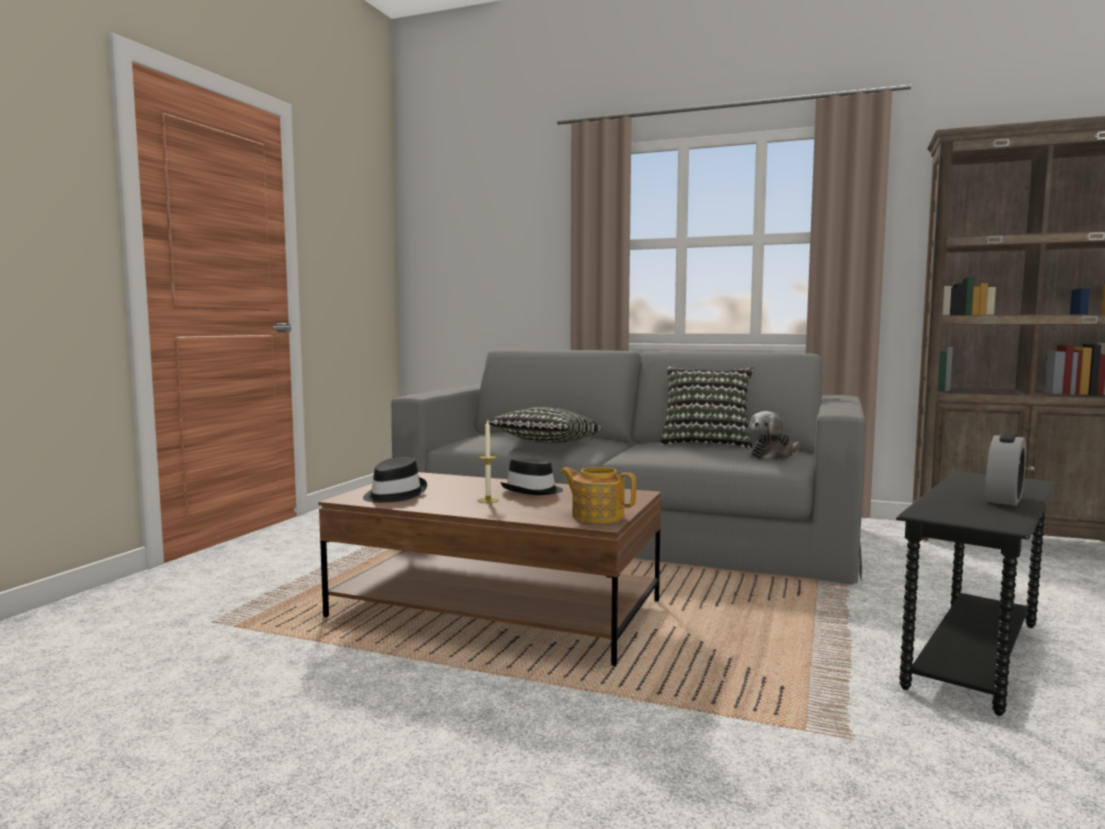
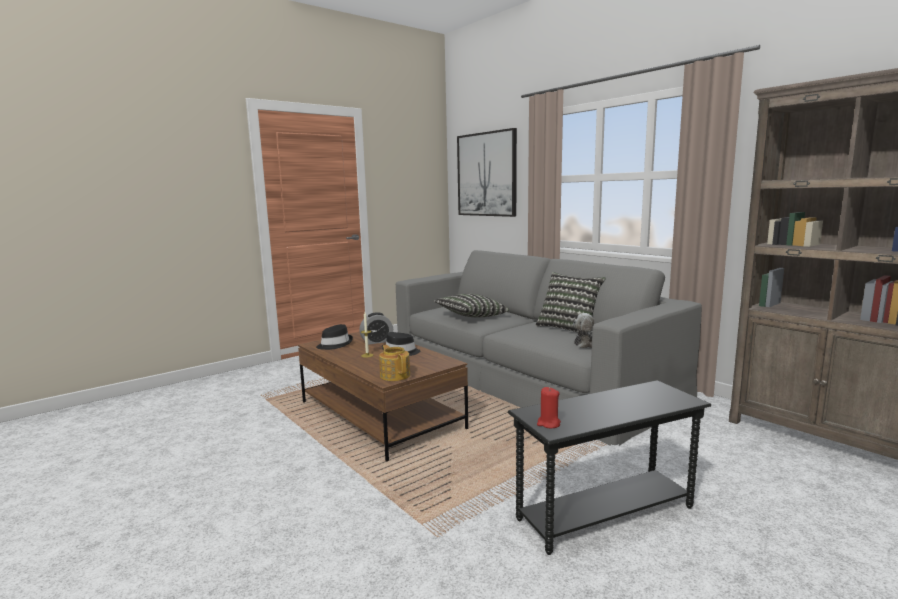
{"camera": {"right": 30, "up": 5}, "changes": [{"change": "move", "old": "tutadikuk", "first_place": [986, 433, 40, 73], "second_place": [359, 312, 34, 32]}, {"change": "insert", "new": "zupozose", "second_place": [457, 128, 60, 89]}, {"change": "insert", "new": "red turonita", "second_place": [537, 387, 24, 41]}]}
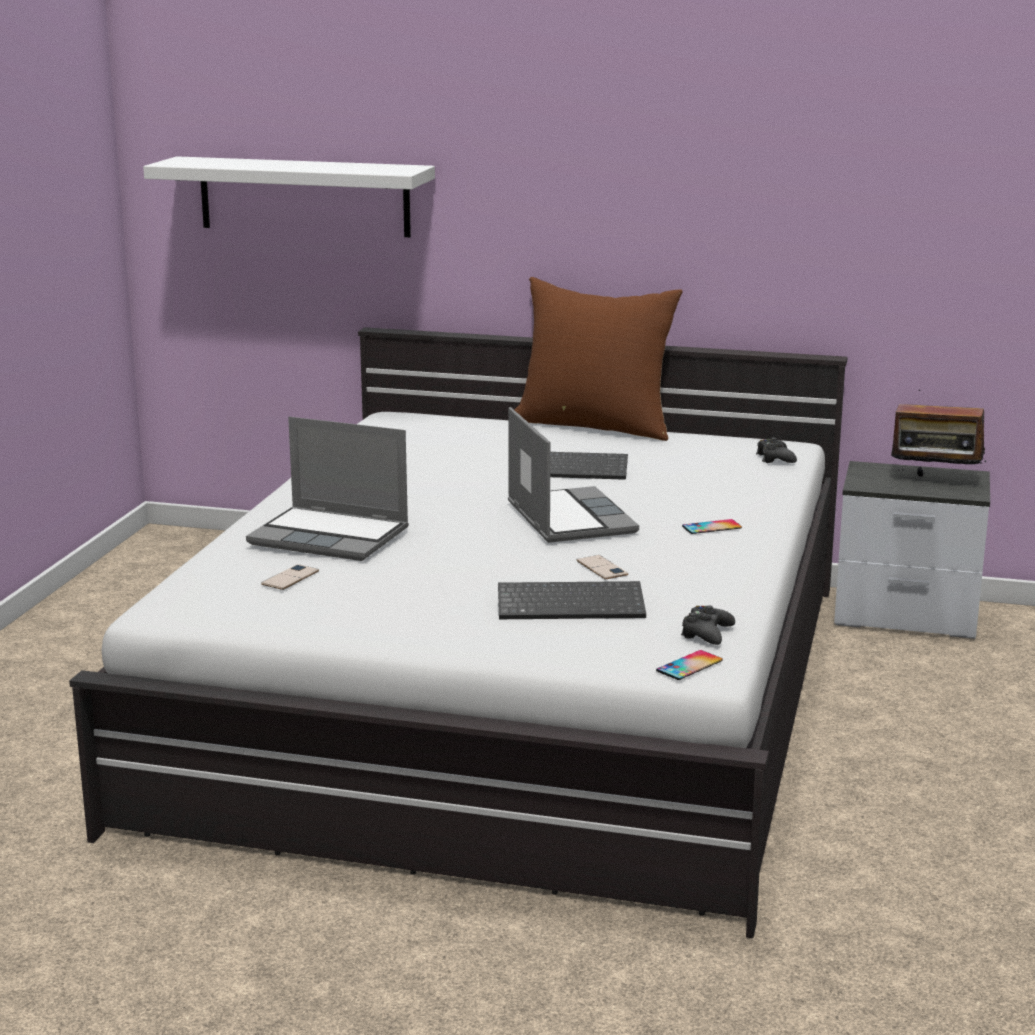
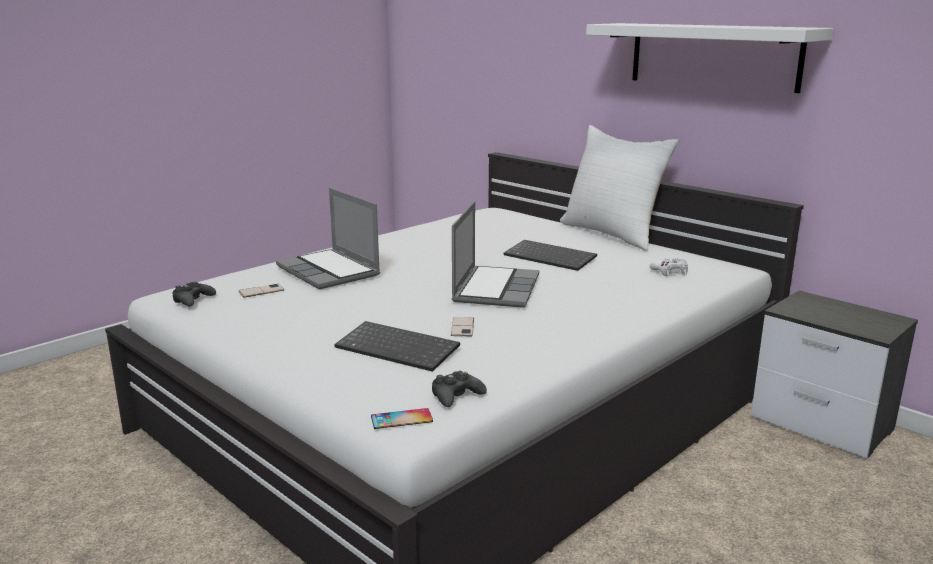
{"camera": {"right": 30, "up": 0}, "changes": [{"change": "move", "old": "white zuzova", "first_place": [143, 156, 292, 81], "second_place": [586, 23, 247, 70]}, {"change": "recolor", "old": "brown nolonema", "new": "white nolonema", "first_place": [515, 277, 168, 164], "second_place": [560, 125, 119, 126]}, {"change": "delete", "old": "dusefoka", "first_place": [682, 519, 60, 15]}, {"change": "move", "old": "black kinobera", "first_place": [756, 437, 41, 26], "second_place": [172, 282, 44, 25]}, {"change": "delete", "old": "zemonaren", "first_place": [890, 390, 96, 87]}, {"change": "insert", "new": "white kinobera", "second_place": [650, 258, 38, 18]}]}
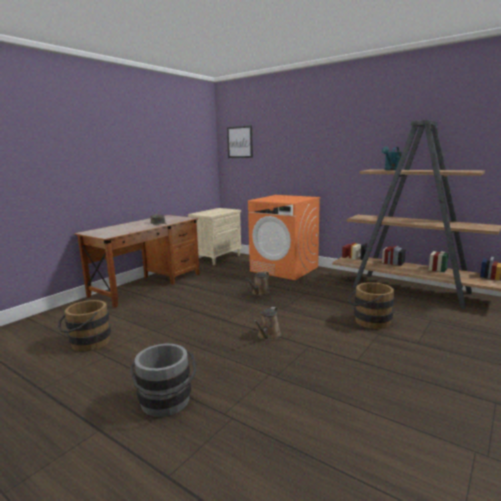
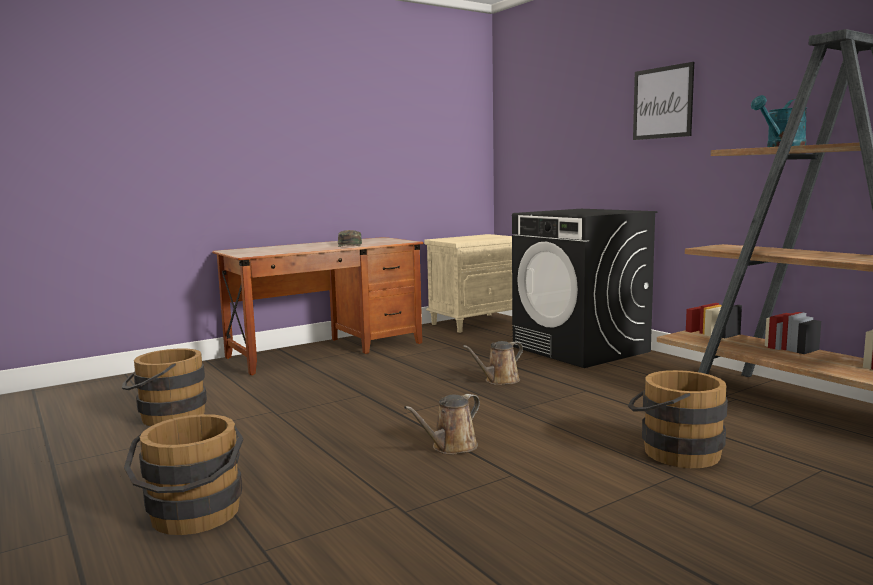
{"camera": {"right": 20, "up": -5}, "changes": [{"change": "recolor", "old": "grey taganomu", "new": "brown taganomu", "first_place": [130, 344, 67, 73], "second_place": [124, 414, 119, 121]}, {"change": "move", "old": "zupozose", "first_place": [227, 125, 26, 33], "second_place": [633, 62, 61, 78]}, {"change": "recolor", "old": "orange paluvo", "new": "black paluvo", "first_place": [248, 195, 72, 85], "second_place": [512, 209, 145, 159]}]}
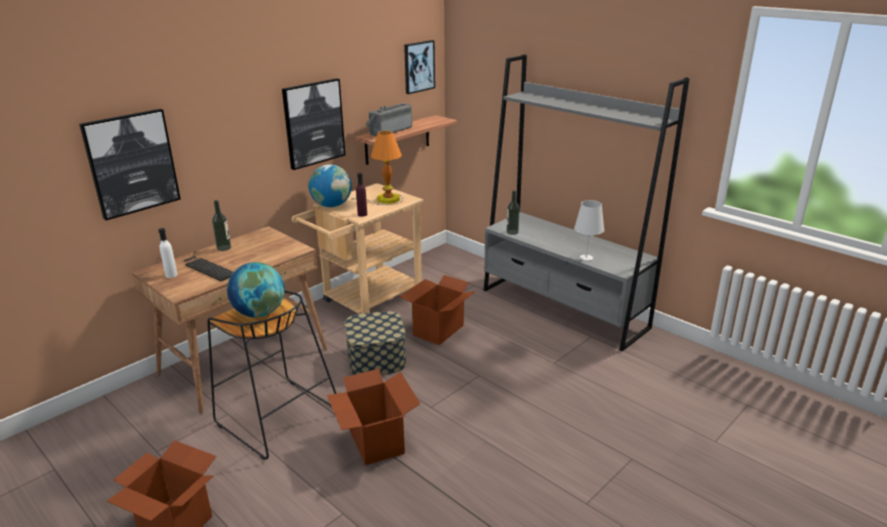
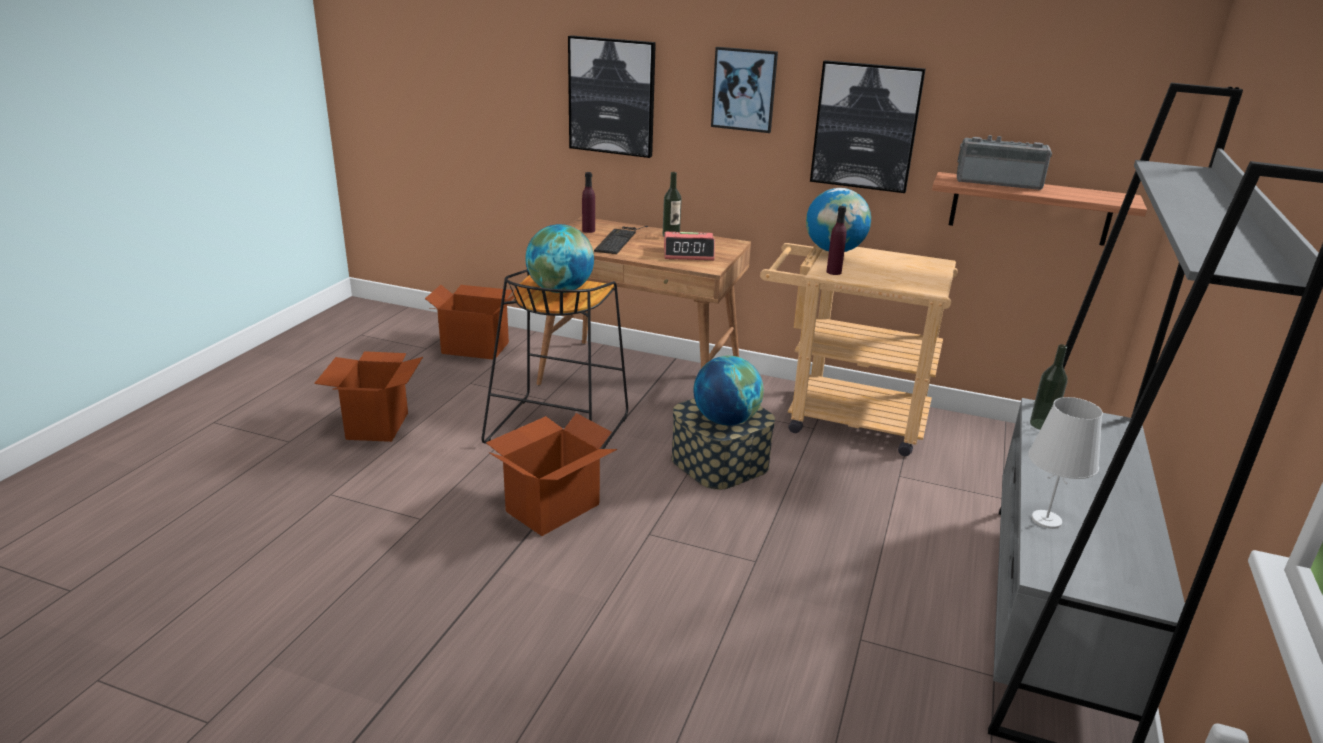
{"camera": {"right": 65, "up": 0}, "changes": [{"change": "recolor", "old": "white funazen", "new": "purple funazen", "first_place": [159, 228, 19, 50], "second_place": [582, 172, 13, 61]}, {"change": "delete", "old": "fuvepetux", "first_place": [352, 130, 51, 75]}, {"change": "move", "old": "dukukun", "first_place": [399, 275, 77, 70], "second_place": [425, 285, 89, 75]}, {"change": "move", "old": "zupozose", "first_place": [404, 40, 31, 54], "second_place": [711, 47, 67, 86]}, {"change": "insert", "new": "tutadikuk", "second_place": [664, 232, 51, 28]}, {"change": "insert", "new": "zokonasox", "second_place": [693, 356, 71, 70]}]}
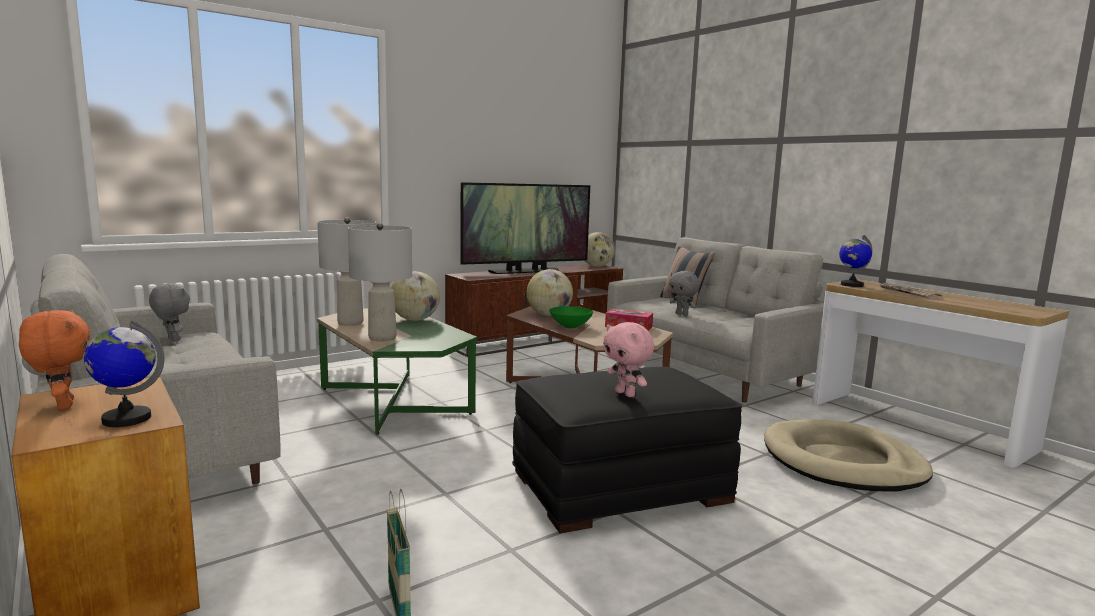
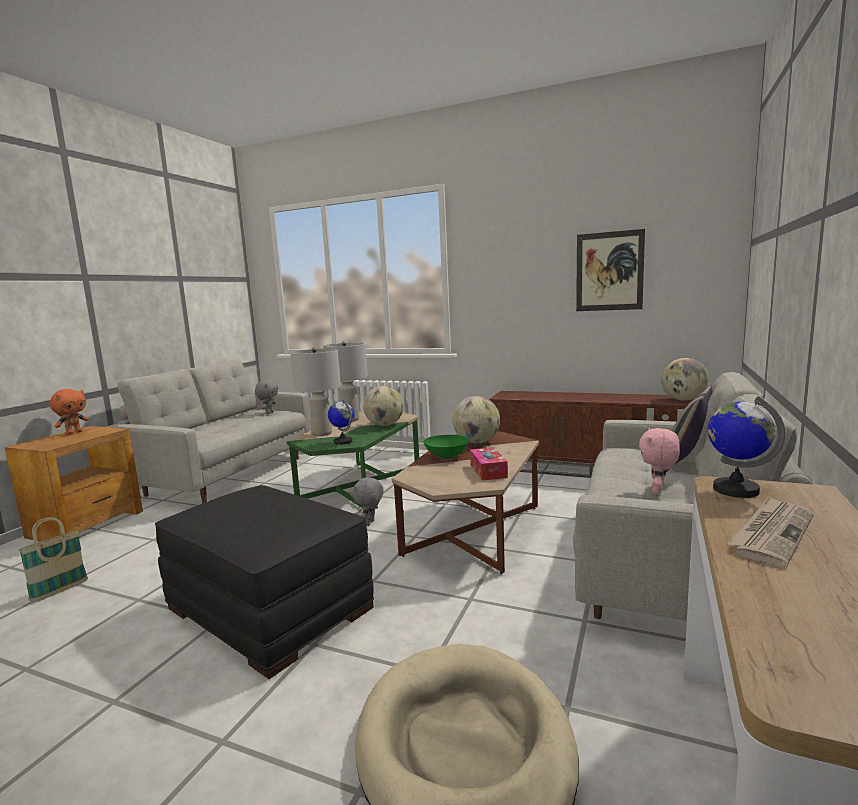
{"camera": {"right": 60, "up": 0}, "changes": [{"change": "move", "old": "zokonasox", "first_place": [84, 320, 80, 107], "second_place": [328, 399, 26, 46]}, {"change": "delete", "old": "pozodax", "first_place": [460, 182, 130, 92]}, {"change": "move", "old": "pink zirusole", "first_place": [603, 322, 51, 75], "second_place": [639, 428, 41, 66]}, {"change": "move", "old": "grey zirusole", "first_place": [669, 271, 31, 45], "second_place": [352, 476, 32, 50]}, {"change": "insert", "new": "zupozose", "second_place": [576, 229, 69, 82]}]}
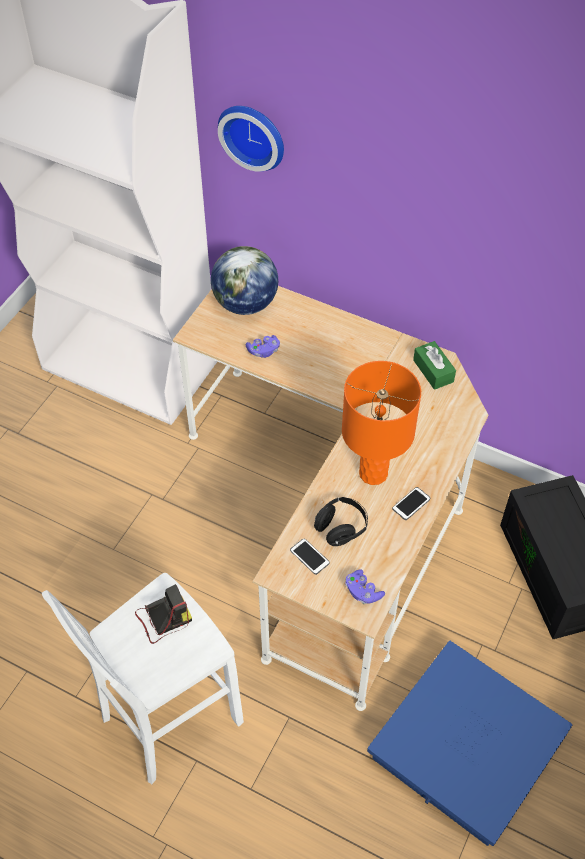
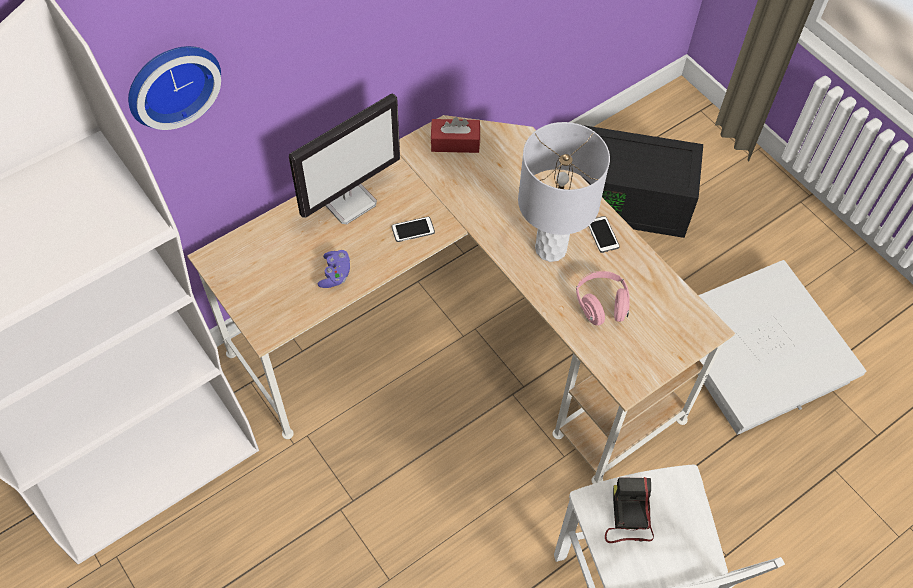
{"camera": {"right": -65, "up": 5}, "changes": [{"change": "delete", "old": "zokonasox", "first_place": [211, 246, 67, 69]}, {"change": "move", "old": "dusefoka", "first_place": [290, 539, 40, 36], "second_place": [392, 217, 43, 25]}, {"change": "recolor", "old": "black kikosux", "new": "pink kikosux", "first_place": [314, 497, 54, 49], "second_place": [576, 271, 53, 55]}, {"change": "recolor", "old": "orange fuvepetux", "new": "grey fuvepetux", "first_place": [342, 361, 79, 124], "second_place": [518, 122, 92, 140]}, {"change": "delete", "old": "purple kinobera", "first_place": [345, 569, 40, 35]}, {"change": "recolor", "old": "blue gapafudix", "new": "white gapafudix", "first_place": [367, 641, 206, 205], "second_place": [698, 260, 168, 175]}, {"change": "recolor", "old": "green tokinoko", "new": "red tokinoko", "first_place": [413, 341, 43, 49], "second_place": [431, 117, 49, 36]}, {"change": "insert", "new": "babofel", "second_place": [289, 94, 111, 130]}]}
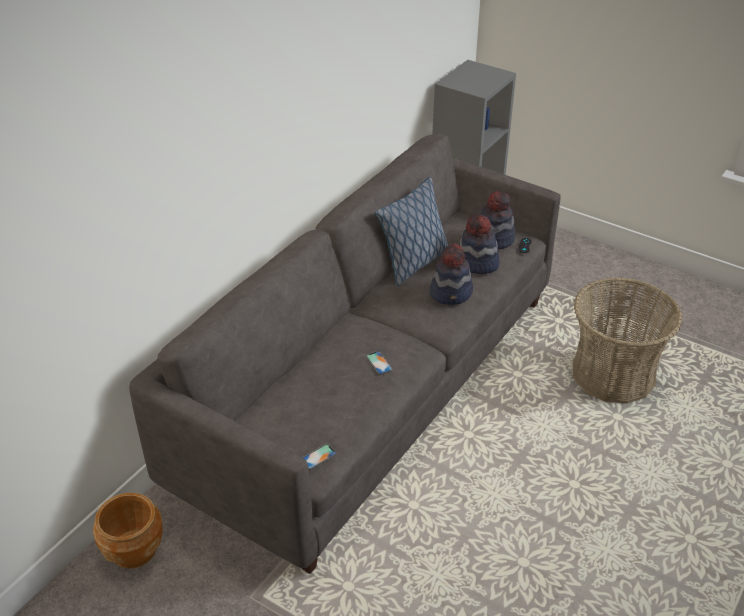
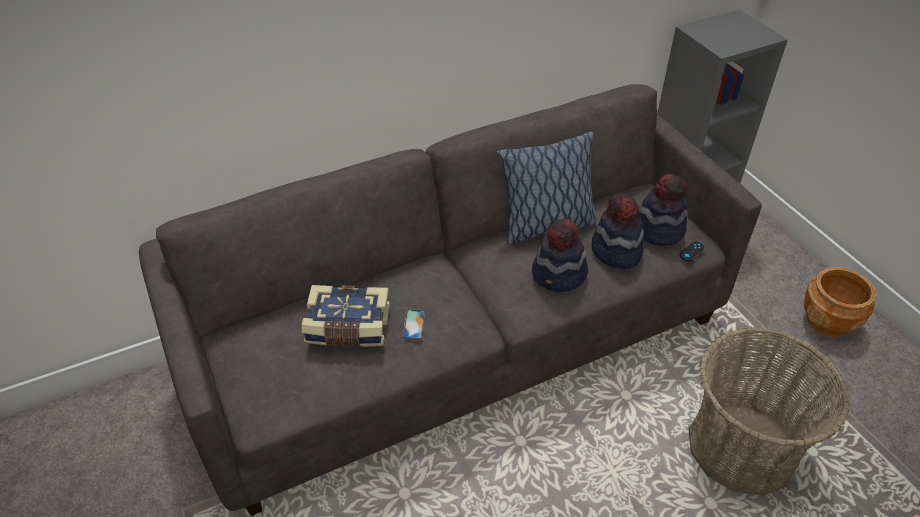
{"camera": {"right": 30, "up": 5}, "changes": [{"change": "move", "old": "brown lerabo", "first_place": [93, 492, 69, 77], "second_place": [804, 267, 72, 70]}, {"change": "delete", "old": "dusefoka", "first_place": [302, 444, 35, 26]}, {"change": "insert", "new": "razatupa", "second_place": [302, 285, 88, 62]}]}
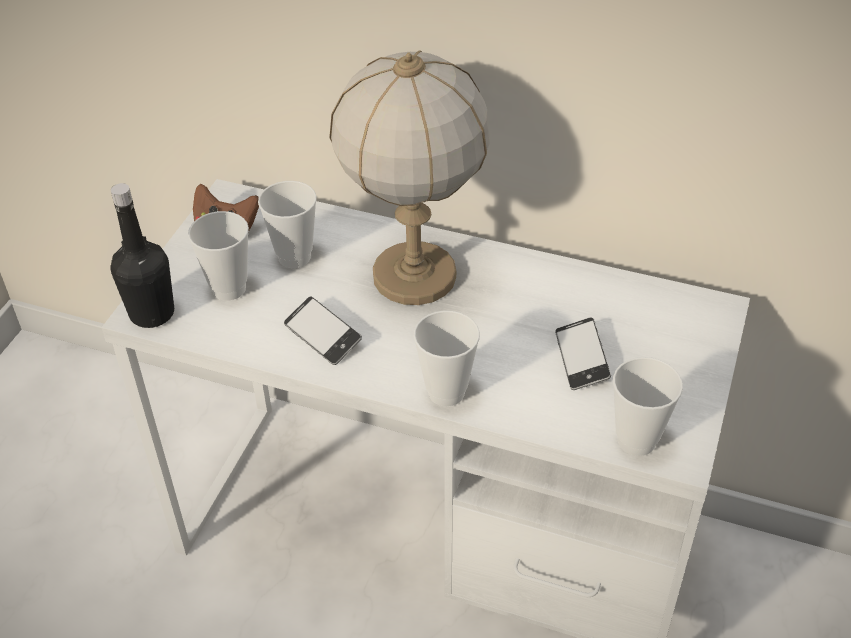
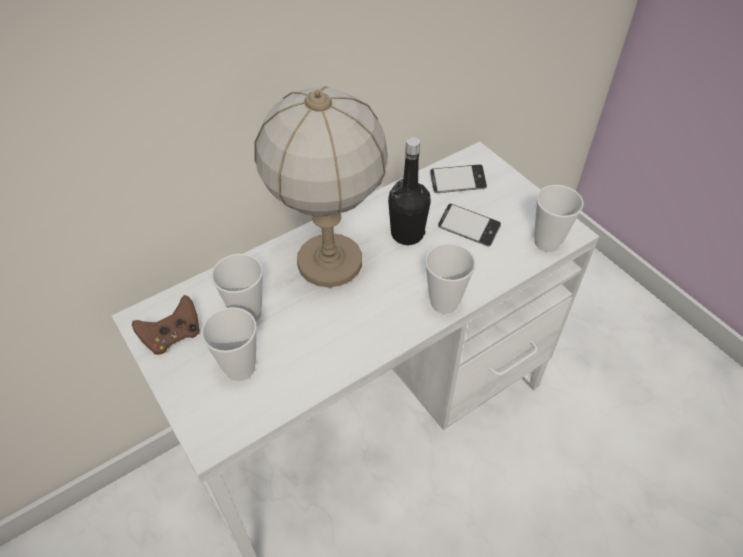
{"camera": {"right": -55, "up": 5}, "changes": [{"change": "move", "old": "black funazen", "first_place": [110, 183, 64, 145], "second_place": [388, 137, 43, 108]}, {"change": "move", "old": "dusefoka", "first_place": [284, 296, 78, 69], "second_place": [430, 164, 57, 29]}]}
